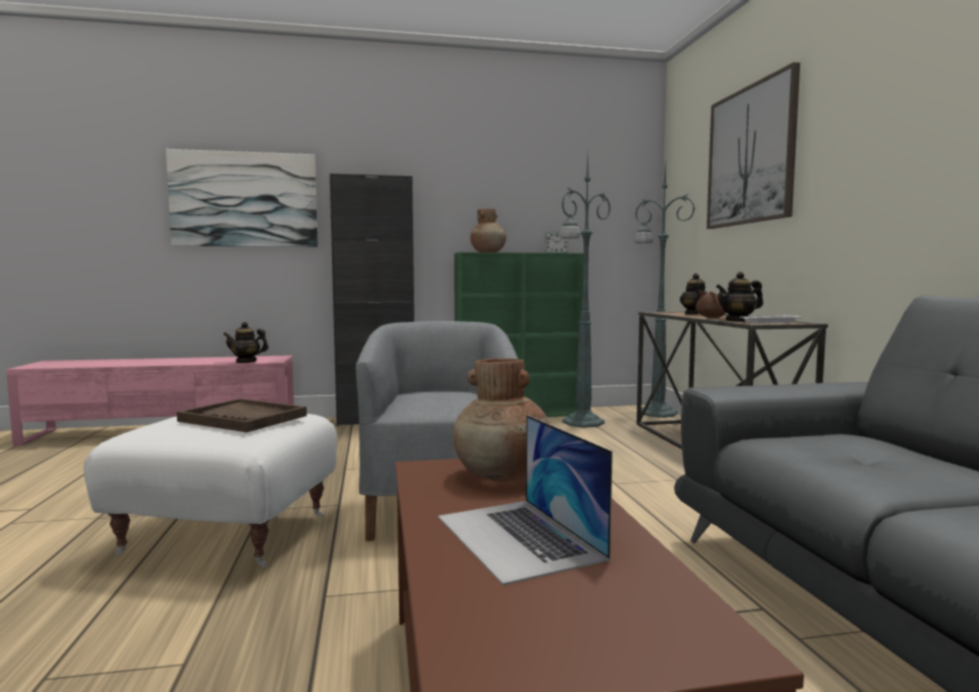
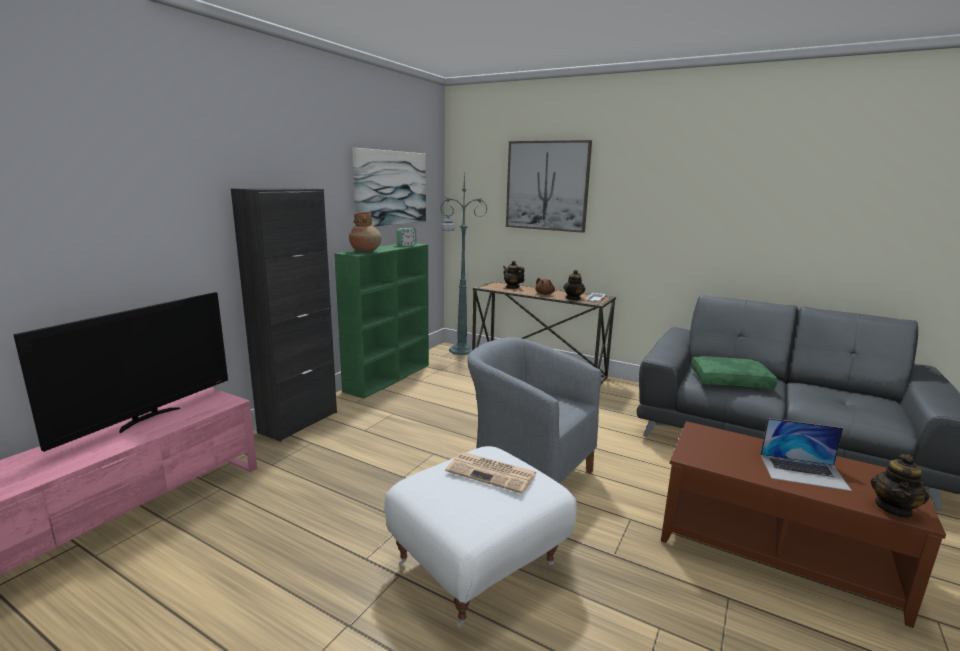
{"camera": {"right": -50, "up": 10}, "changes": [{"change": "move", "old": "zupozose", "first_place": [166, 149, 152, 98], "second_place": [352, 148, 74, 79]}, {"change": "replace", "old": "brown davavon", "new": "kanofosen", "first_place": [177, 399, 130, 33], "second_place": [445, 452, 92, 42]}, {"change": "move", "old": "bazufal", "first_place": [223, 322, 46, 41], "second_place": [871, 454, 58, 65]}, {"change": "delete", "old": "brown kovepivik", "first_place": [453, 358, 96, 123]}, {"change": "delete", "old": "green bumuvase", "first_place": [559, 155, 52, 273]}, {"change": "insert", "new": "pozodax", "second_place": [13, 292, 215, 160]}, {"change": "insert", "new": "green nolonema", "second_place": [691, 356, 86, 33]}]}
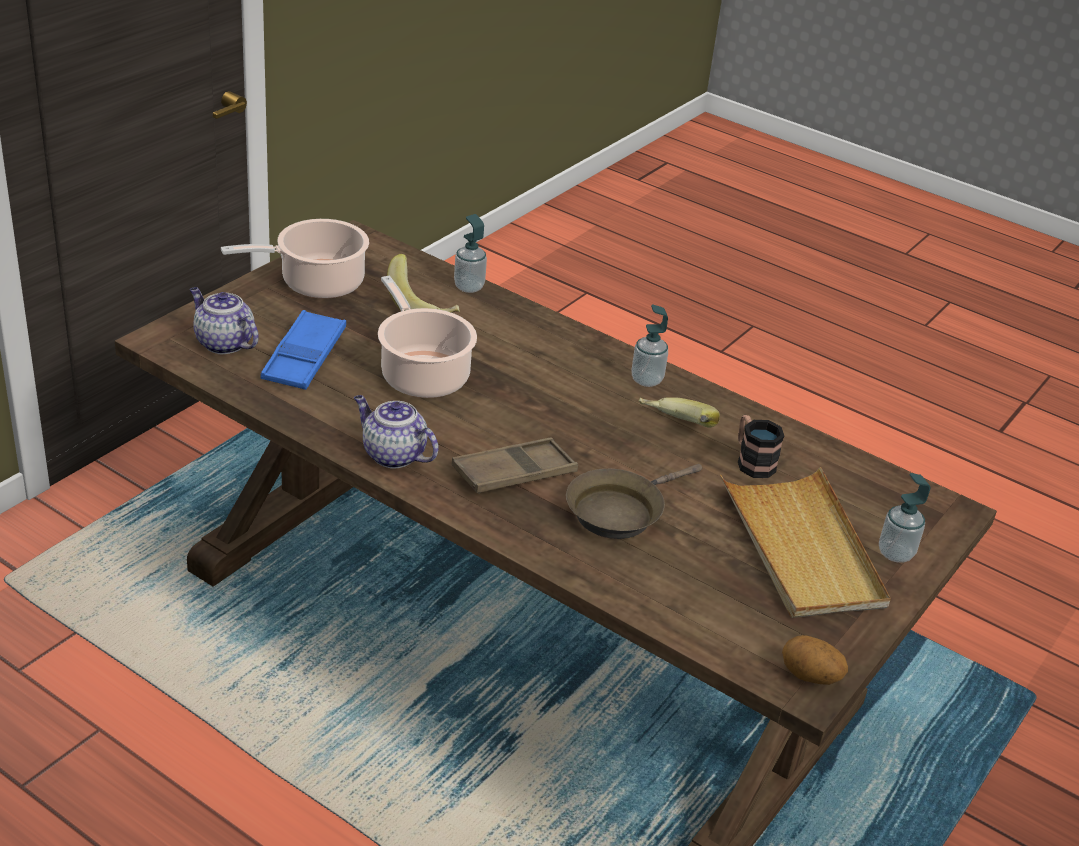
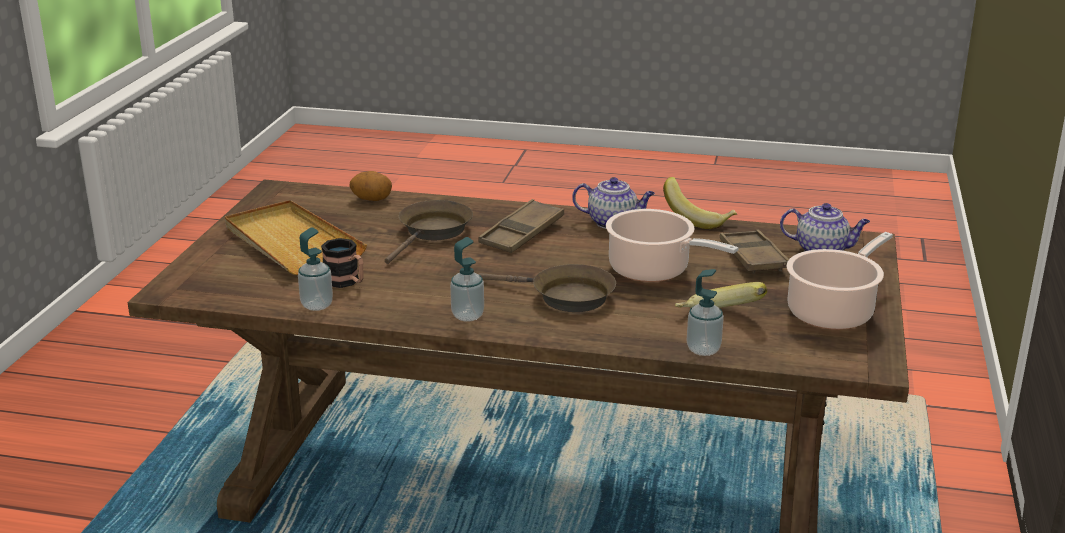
{"camera": {"right": 160, "up": -10}, "changes": [{"change": "recolor", "old": "blue davavon", "new": "brown davavon", "first_place": [260, 310, 86, 80], "second_place": [720, 230, 69, 43]}, {"change": "move", "old": "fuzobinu", "first_place": [638, 397, 82, 31], "second_place": [663, 177, 74, 52]}, {"change": "move", "old": "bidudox", "first_place": [782, 635, 66, 50], "second_place": [349, 171, 43, 30]}, {"change": "move", "old": "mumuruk", "first_place": [879, 473, 52, 89], "second_place": [298, 227, 35, 84]}, {"change": "insert", "new": "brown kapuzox", "second_place": [478, 264, 138, 48]}]}
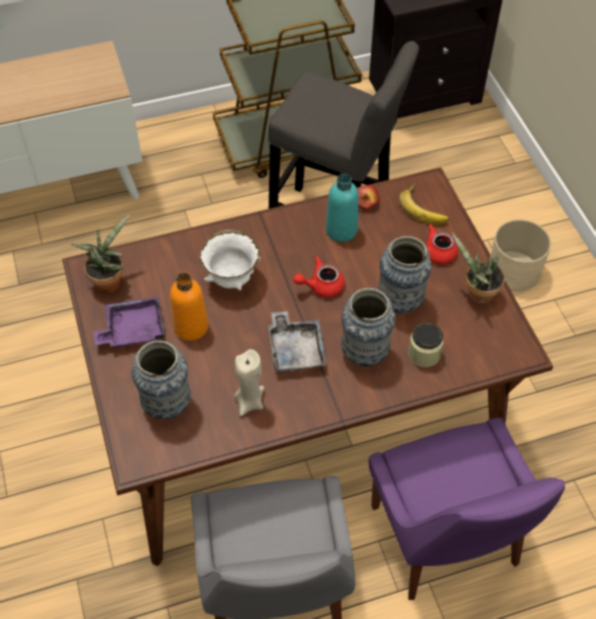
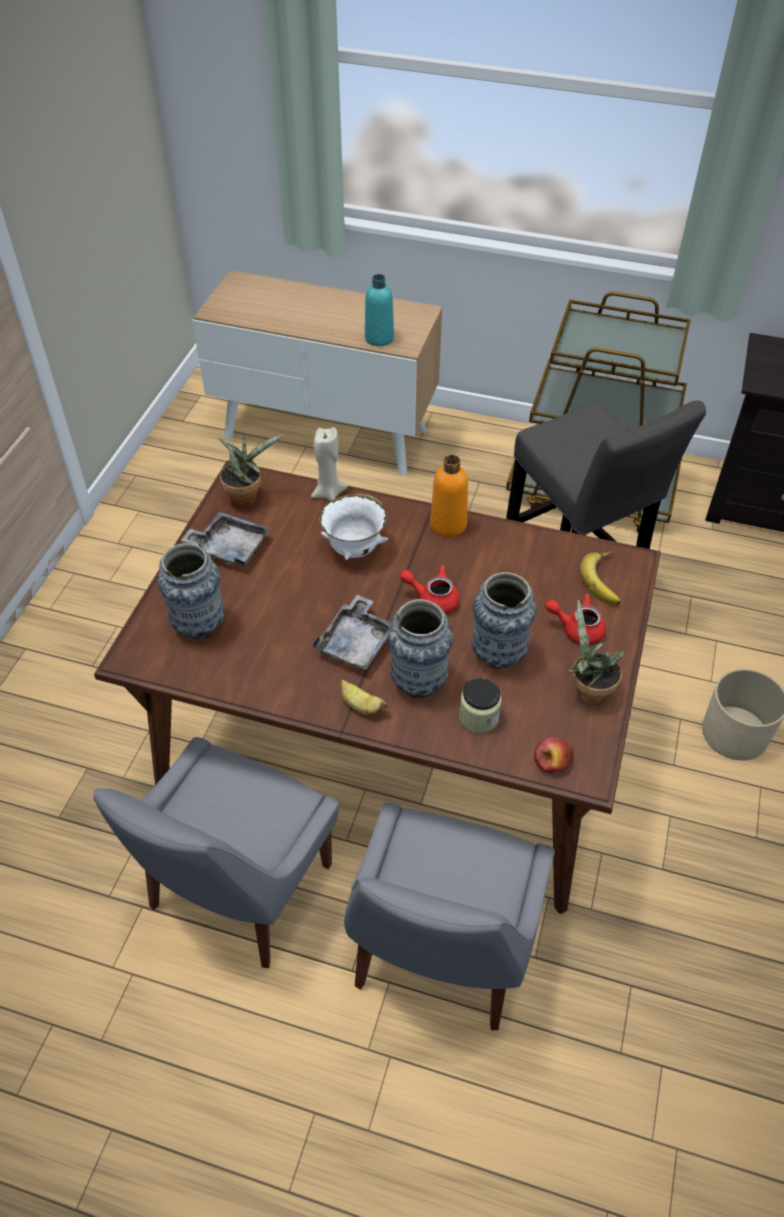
{"camera": {"right": 35, "up": -5}, "changes": [{"change": "recolor", "old": "purple davavon", "new": "grey davavon", "first_place": [93, 297, 72, 51], "second_place": [181, 511, 89, 56]}, {"change": "move", "old": "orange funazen", "first_place": [170, 273, 38, 68], "second_place": [430, 455, 38, 82]}, {"change": "move", "old": "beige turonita", "first_place": [234, 349, 30, 67], "second_place": [311, 427, 37, 74]}, {"change": "move", "old": "turquoise funazen", "first_place": [326, 174, 33, 68], "second_place": [365, 274, 29, 72]}, {"change": "move", "old": "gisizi", "first_place": [357, 185, 23, 25], "second_place": [534, 737, 40, 36]}, {"change": "recolor", "old": "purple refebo", "new": "grey refebo", "first_place": [369, 418, 196, 182], "second_place": [344, 803, 211, 227]}, {"change": "insert", "new": "fuzobinu", "second_place": [341, 680, 46, 35]}]}
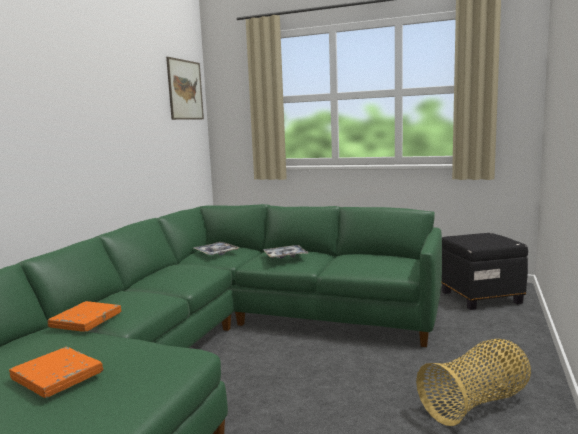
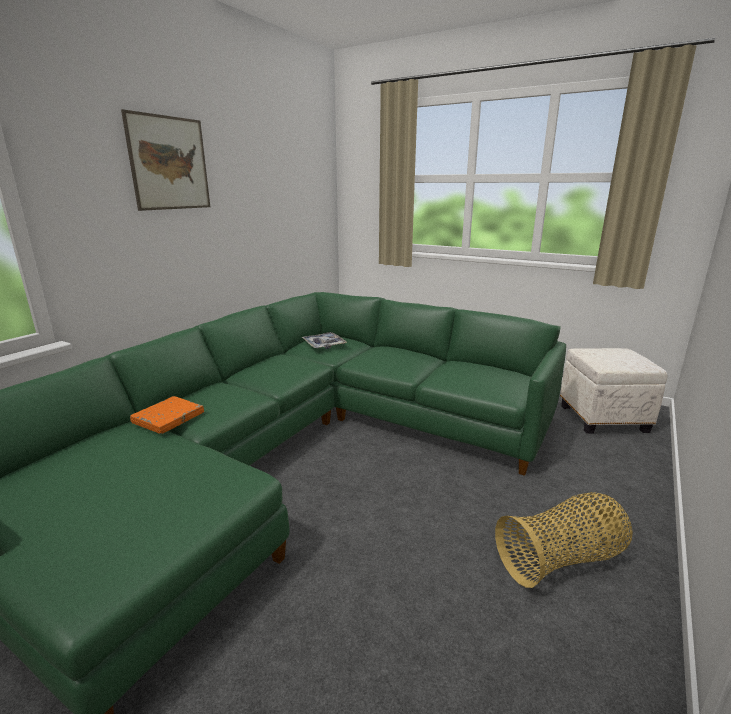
{"camera": {"right": 10, "up": 10}, "changes": [{"change": "delete", "old": "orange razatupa", "first_place": [9, 347, 94, 51]}, {"change": "move", "old": "zupozose", "first_place": [166, 57, 38, 63], "second_place": [121, 109, 89, 102]}, {"change": "delete", "old": "davavon", "first_place": [263, 245, 45, 13]}, {"change": "recolor", "old": "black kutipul", "new": "white kutipul", "first_place": [441, 233, 87, 77], "second_place": [560, 348, 107, 86]}]}
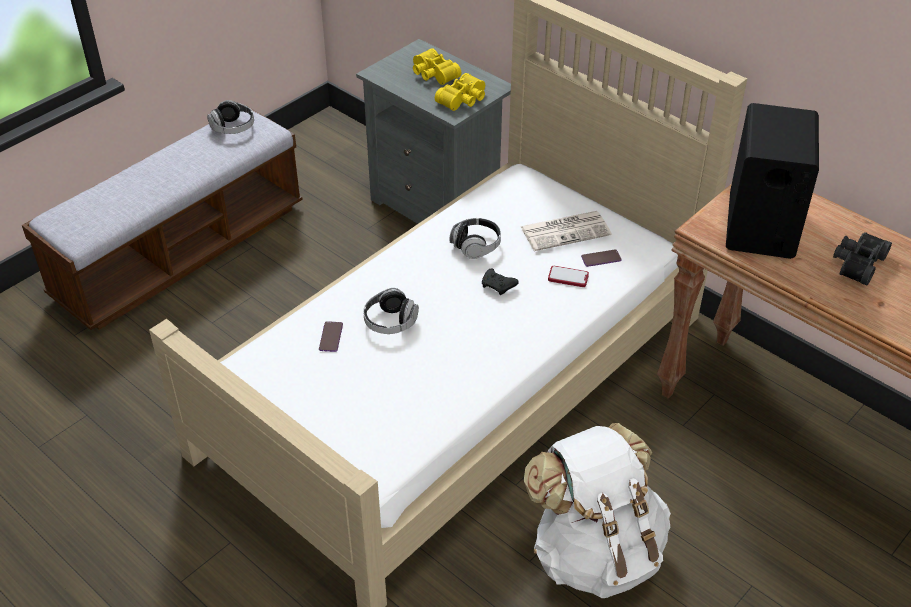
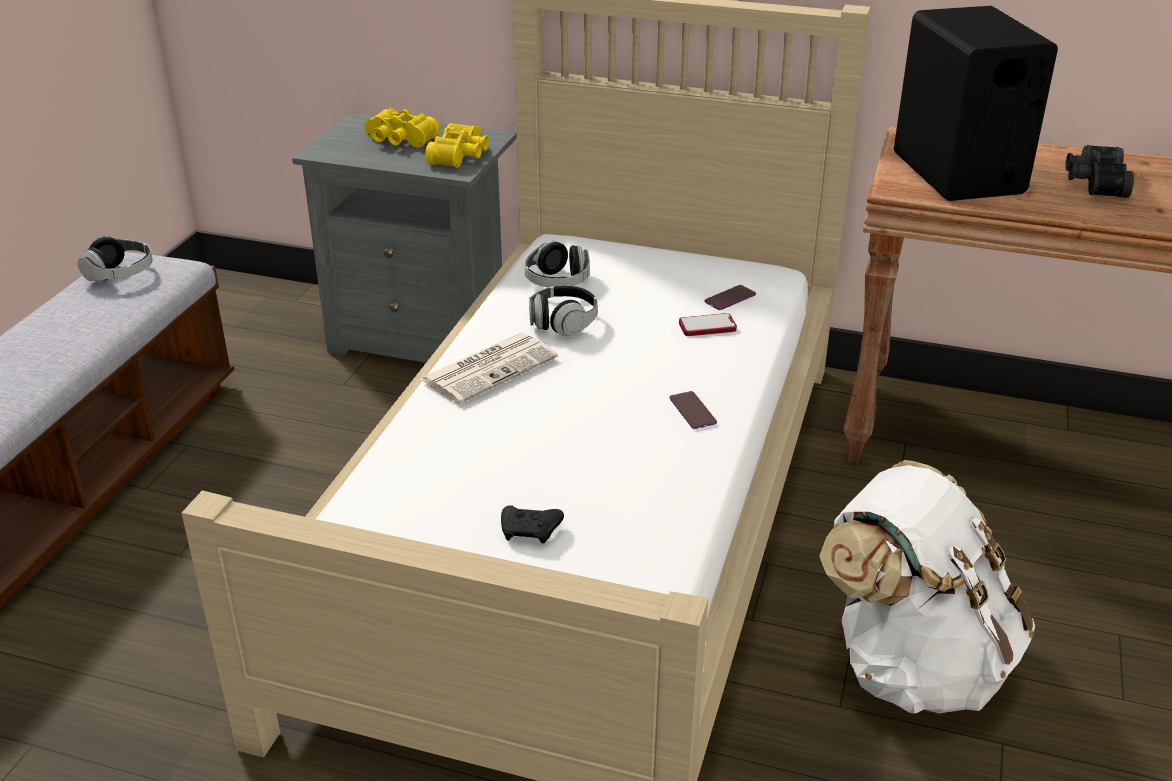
{"camera": {"right": -25, "up": -10}, "changes": [{"change": "move", "old": "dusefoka", "first_place": [319, 321, 24, 31], "second_place": [669, 391, 48, 38]}, {"change": "move", "old": "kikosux", "first_place": [363, 288, 56, 46], "second_place": [525, 241, 65, 46]}, {"change": "move", "old": "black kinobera", "first_place": [482, 269, 37, 26], "second_place": [501, 505, 63, 39]}, {"change": "move", "old": "kanofosen", "first_place": [520, 211, 92, 40], "second_place": [421, 333, 137, 71]}]}
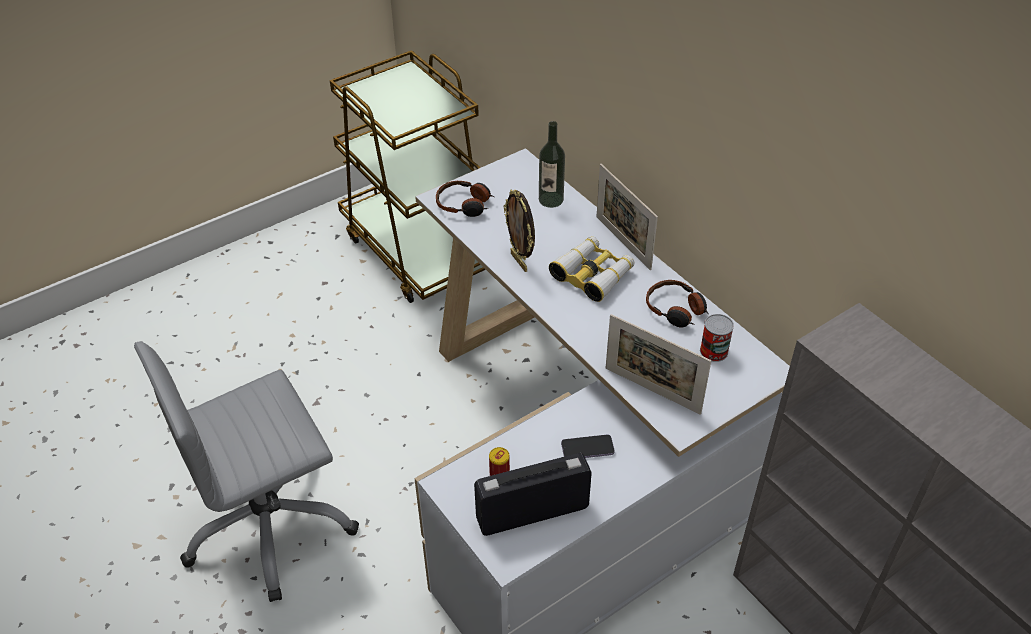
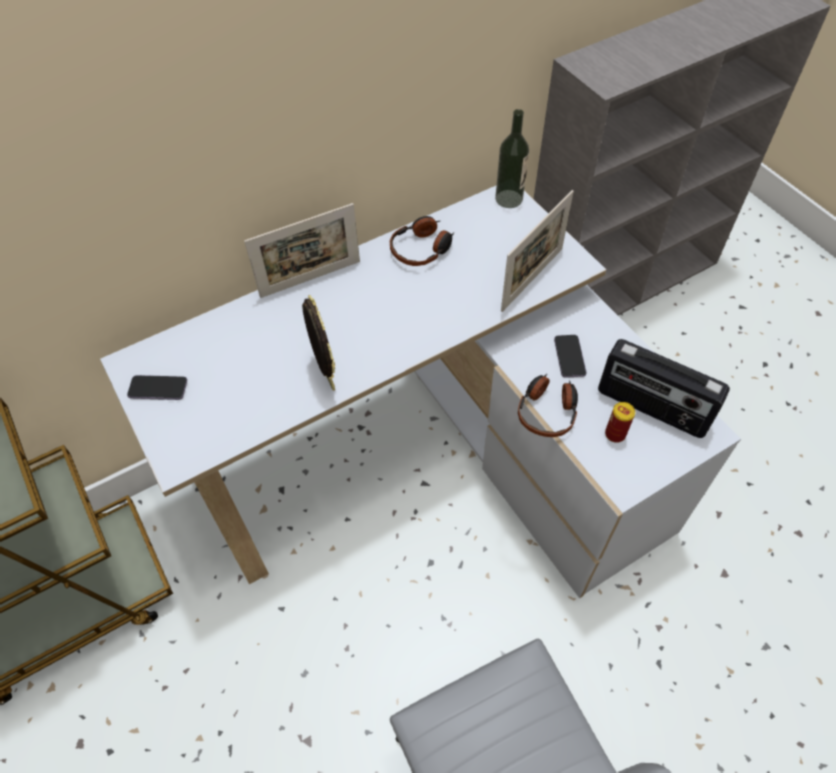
{"camera": {"right": -85, "up": 10}, "changes": [{"change": "move", "old": "kikosux", "first_place": [436, 181, 58, 36], "second_place": [518, 374, 60, 63]}, {"change": "rotate", "old": "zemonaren", "first_place": [474, 453, 118, 83], "second_place": [598, 339, 132, 99], "degrees": -45}, {"change": "rotate", "old": "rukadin", "first_place": [503, 189, 32, 83], "second_place": [302, 295, 33, 96], "degrees": -90}, {"change": "move", "old": "funazen", "first_place": [539, 121, 26, 87], "second_place": [495, 109, 34, 99]}, {"change": "delete", "old": "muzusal", "first_place": [549, 236, 86, 66]}, {"change": "delete", "old": "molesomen", "first_place": [700, 314, 34, 48]}, {"change": "insert", "new": "dusefoka", "second_place": [127, 375, 60, 25]}]}
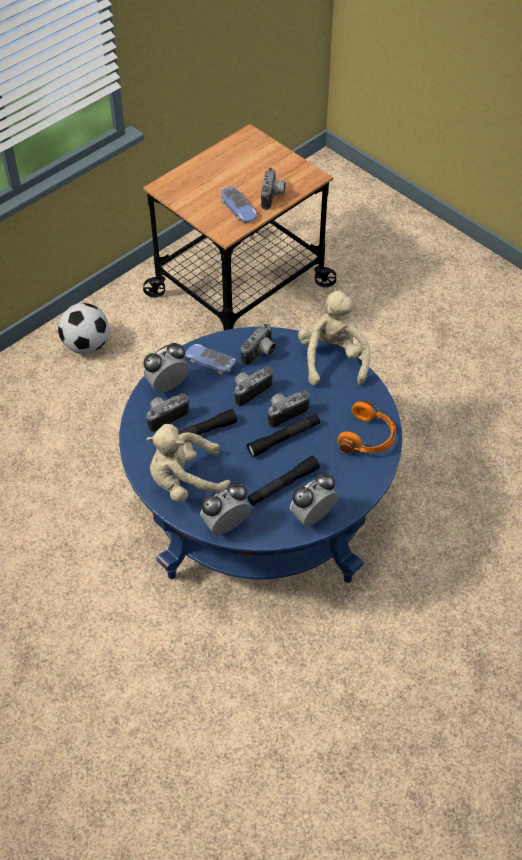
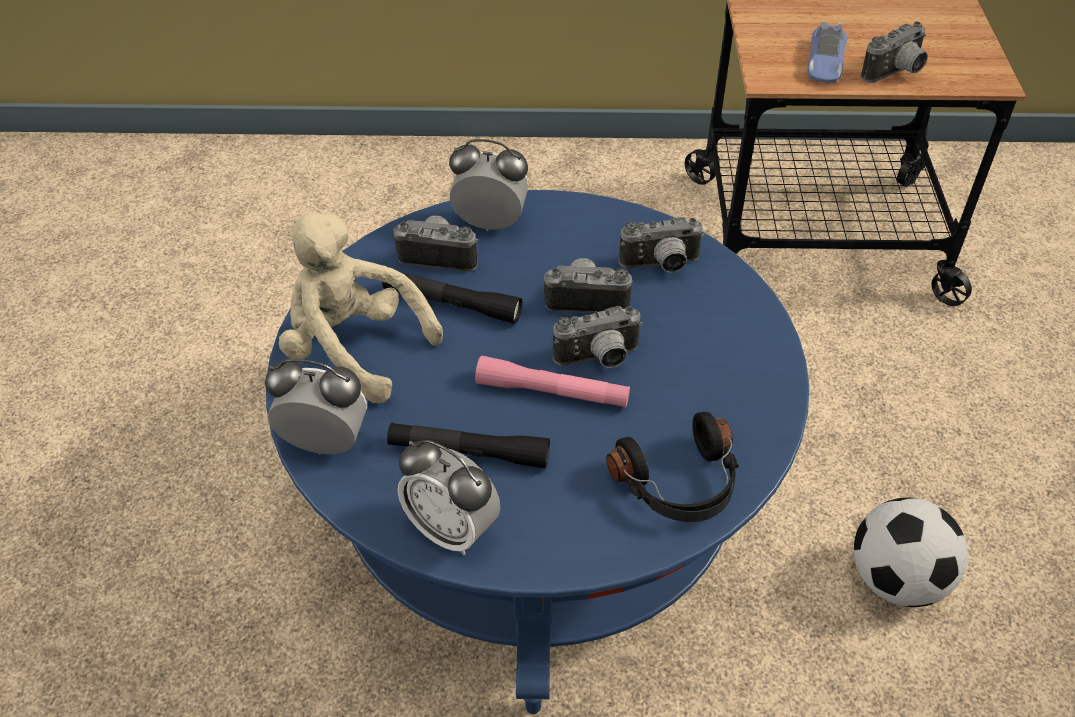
{"camera": {"right": 45, "up": -5}, "changes": [{"change": "move", "old": "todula", "first_place": [58, 303, 51, 51], "second_place": [854, 498, 114, 109]}, {"change": "delete", "old": "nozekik", "first_place": [185, 344, 51, 31]}, {"change": "recolor", "old": "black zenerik", "new": "pink zenerik", "first_place": [247, 414, 73, 43], "second_place": [475, 356, 155, 52]}, {"change": "rotate", "old": "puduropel", "first_place": [267, 390, 43, 38], "second_place": [553, 306, 90, 62], "degrees": 150}, {"change": "rotate", "old": "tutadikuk", "first_place": [290, 472, 48, 54], "second_place": [398, 440, 102, 115], "degrees": -150}, {"change": "delete", "old": "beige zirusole", "first_place": [298, 290, 73, 95]}, {"change": "recolor", "old": "orange kikosux", "new": "black kikosux", "first_place": [337, 400, 59, 53], "second_place": [606, 412, 133, 110]}]}
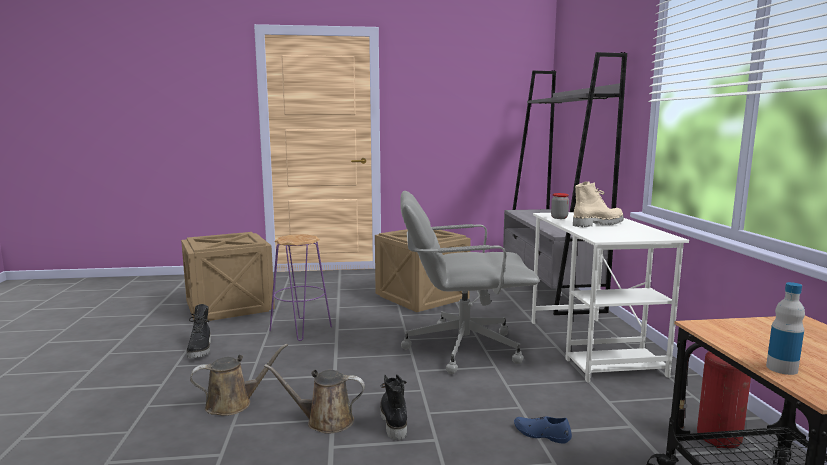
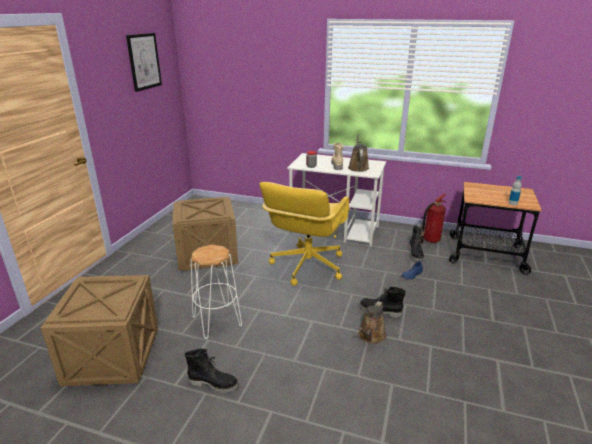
{"camera": {"right": -65, "up": 15}, "changes": [{"change": "move", "old": "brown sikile", "first_place": [190, 344, 98, 72], "second_place": [348, 134, 21, 38]}, {"change": "recolor", "old": "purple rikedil", "new": "white rikedil", "first_place": [269, 234, 63, 107], "second_place": [191, 245, 51, 94]}, {"change": "recolor", "old": "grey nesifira", "new": "yellow nesifira", "first_place": [400, 191, 139, 183], "second_place": [259, 182, 91, 104]}, {"change": "delete", "old": "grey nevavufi", "first_place": [503, 52, 124, 263]}, {"change": "insert", "new": "zupozose", "second_place": [126, 33, 36, 59]}, {"change": "insert", "new": "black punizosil", "second_place": [409, 226, 15, 36]}]}
